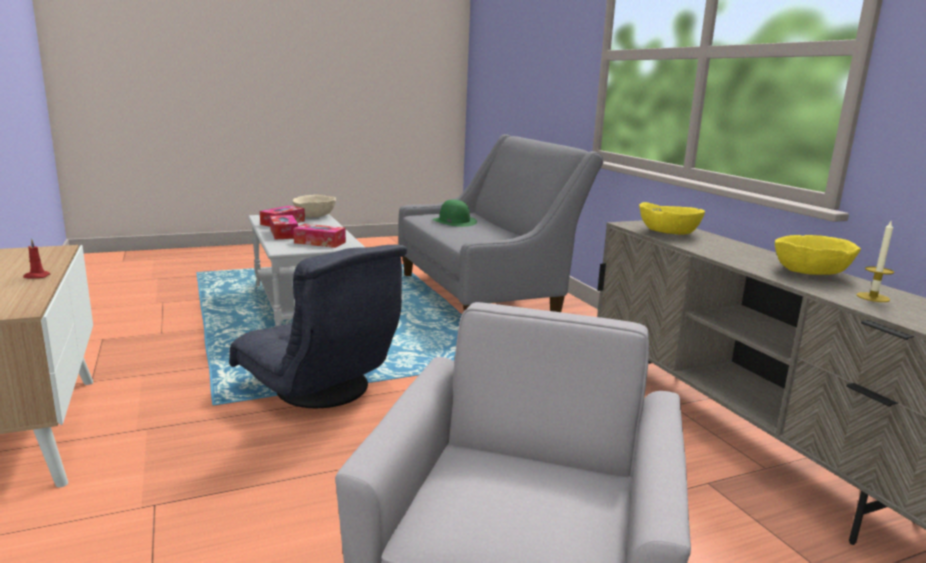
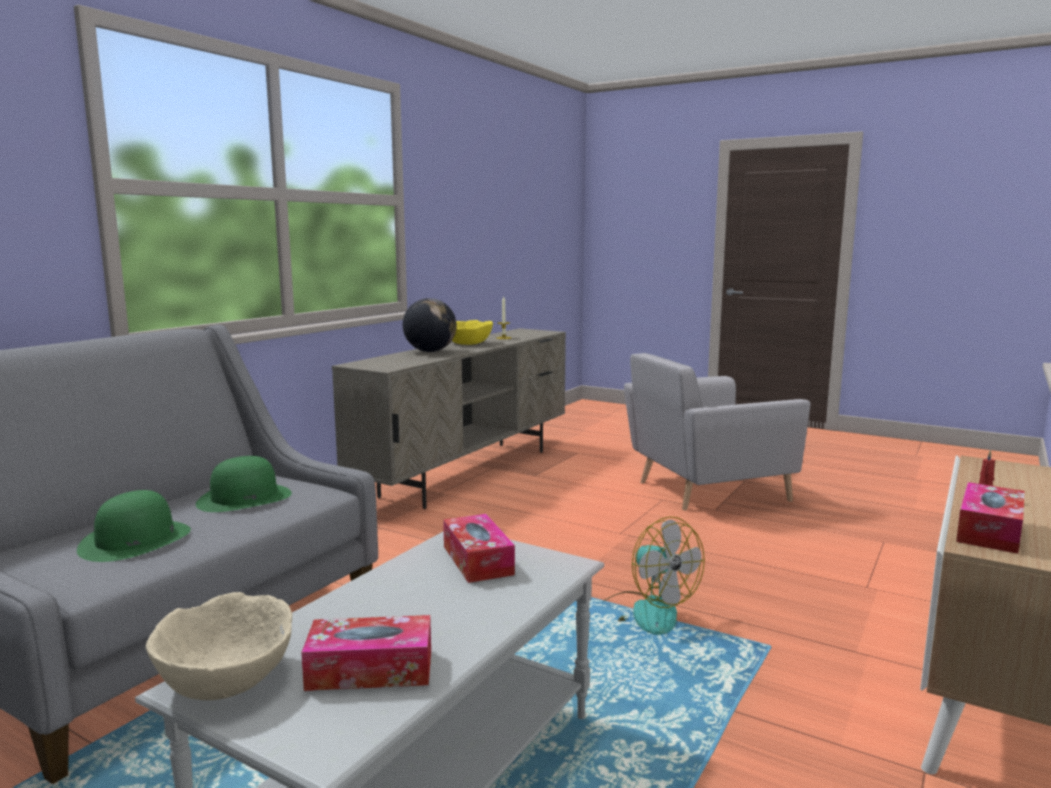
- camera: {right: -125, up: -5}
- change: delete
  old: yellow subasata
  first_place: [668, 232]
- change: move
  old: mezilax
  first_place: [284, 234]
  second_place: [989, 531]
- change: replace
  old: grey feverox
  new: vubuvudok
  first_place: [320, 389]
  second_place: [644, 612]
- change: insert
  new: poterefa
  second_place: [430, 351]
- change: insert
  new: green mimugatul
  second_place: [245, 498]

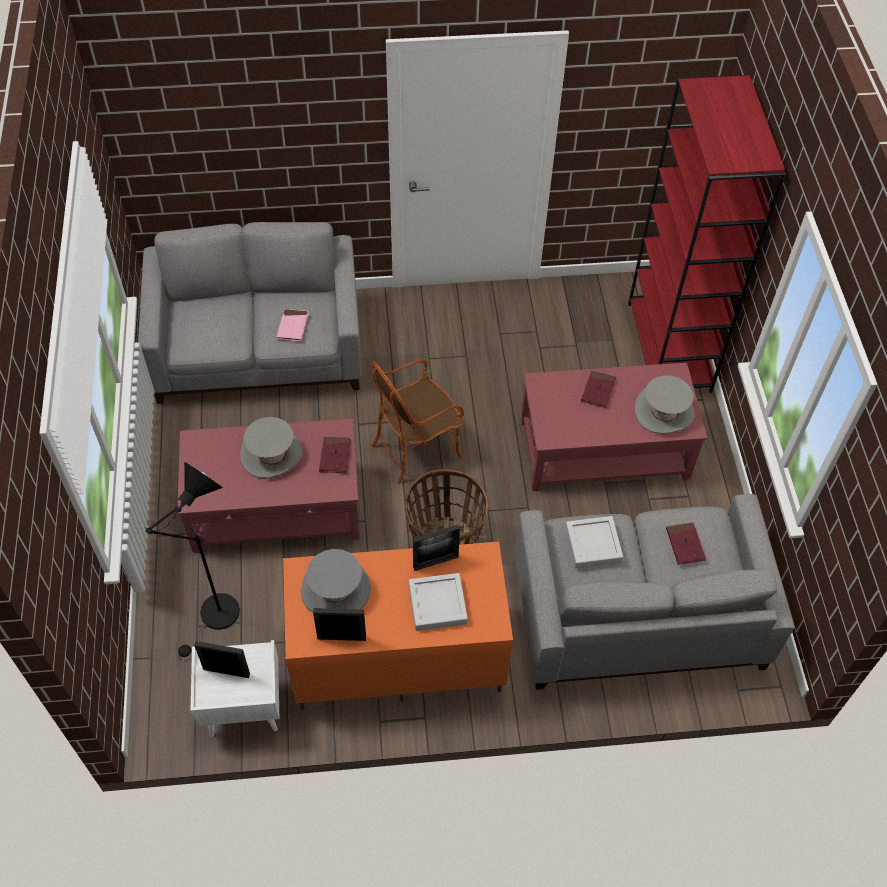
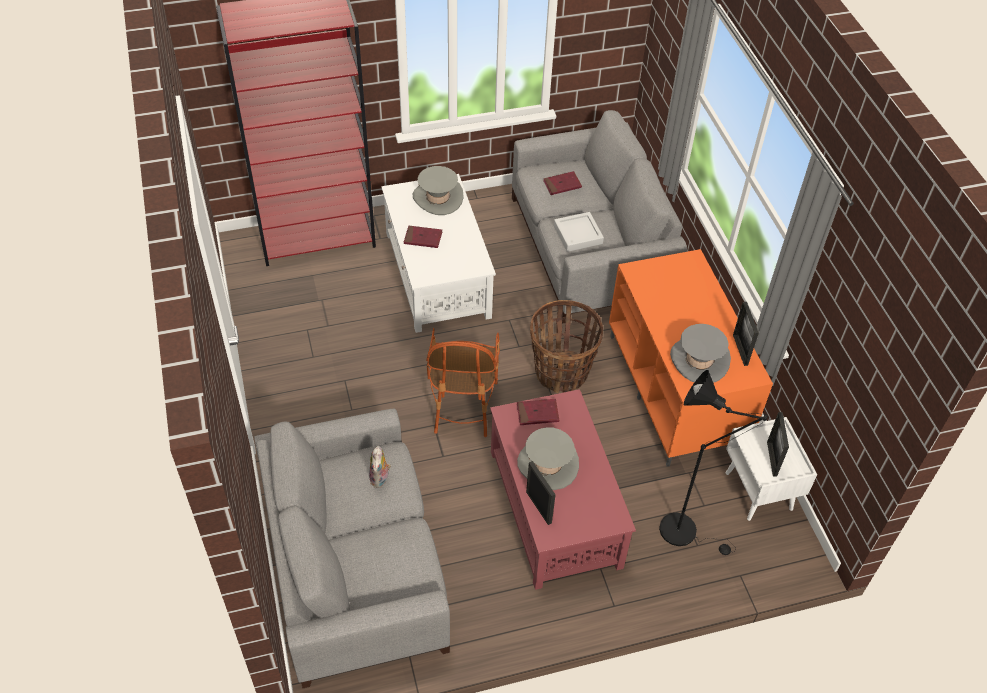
- camera: {right: -100, up: -5}
- change: replace
  old: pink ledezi
  new: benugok
  first_place: [293, 326]
  second_place: [380, 479]
- change: rotate
  old: feverox
  first_place: [416, 448]
  second_place: [462, 405]
  degrees: 45
- change: recolor
  old: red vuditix
  new: white vuditix
  first_place: [603, 448]
  second_place: [437, 275]
- change: move
  old: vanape
  first_place: [435, 562]
  second_place: [538, 507]
- change: delete
  old: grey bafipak
  first_place: [437, 604]

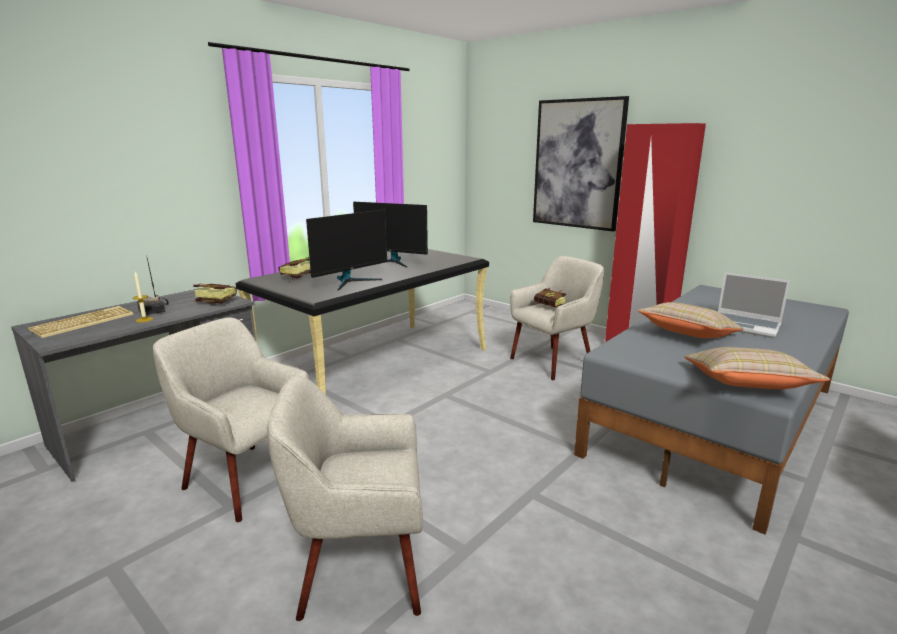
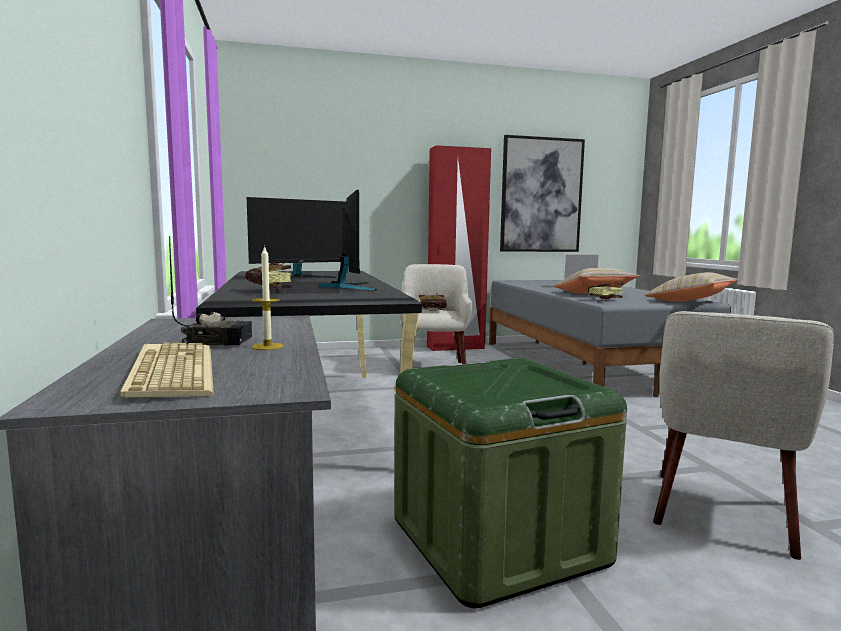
- camera: {right: -55, up: -10}
- change: move
  old: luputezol
  first_place: [577, 164]
  second_place: [541, 195]
- change: move
  old: ledezi
  first_place: [213, 302]
  second_place: [603, 300]
- change: replace
  old: beige feverox
  new: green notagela
  first_place: [246, 478]
  second_place: [498, 540]

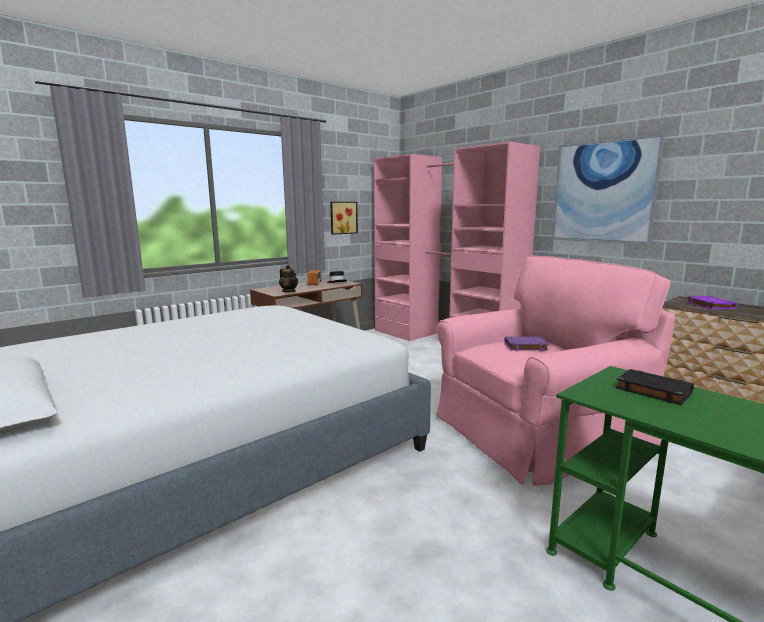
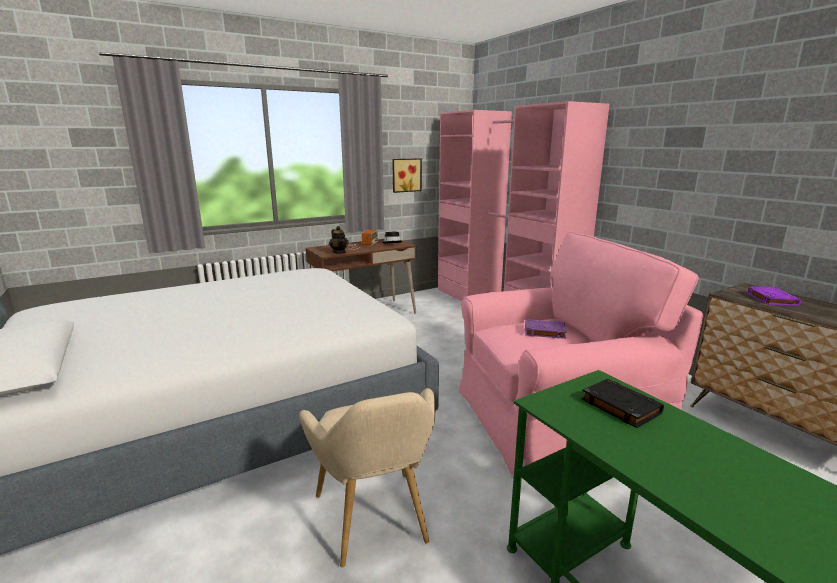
- camera: {right: 10, up: 5}
- change: delete
  old: luputezol
  first_place: [603, 192]
- change: insert
  new: beige feverox
  second_place: [375, 524]

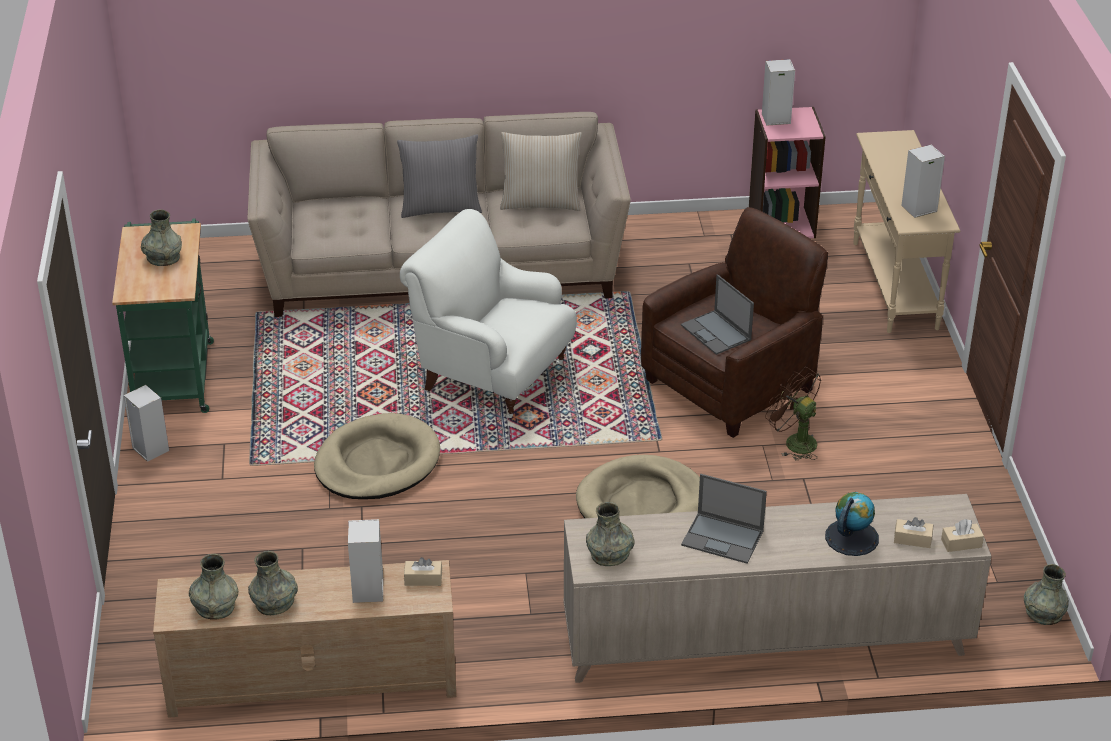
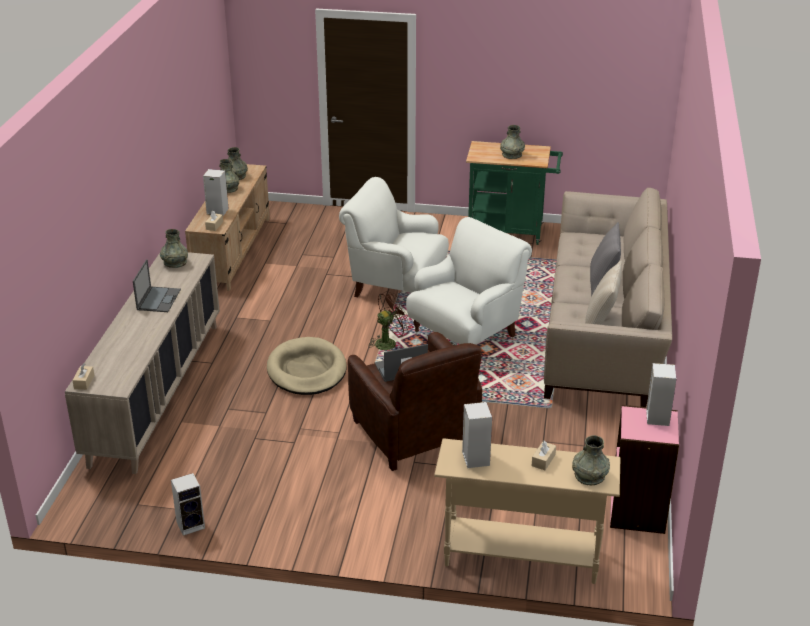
- camera: {right: 105, up: -5}
- change: move
  old: brown vubuvudok
  first_place: [794, 442]
  second_place: [389, 342]
- change: move
  old: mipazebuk
  first_place: [149, 449]
  second_place: [191, 524]
- change: replace
  old: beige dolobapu
  new: white feverox
  first_place: [377, 462]
  second_place: [395, 285]
- change: rotate
  old: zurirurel
  first_place: [723, 538]
  second_place: [158, 299]
  degrees: 150
- change: delete
  old: poterefa
  first_place: [851, 537]
- change: move
  old: beige mezilax
  first_place: [912, 539]
  second_place: [543, 460]
- change: move
  old: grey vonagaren
  first_place: [1043, 613]
  second_place: [589, 475]

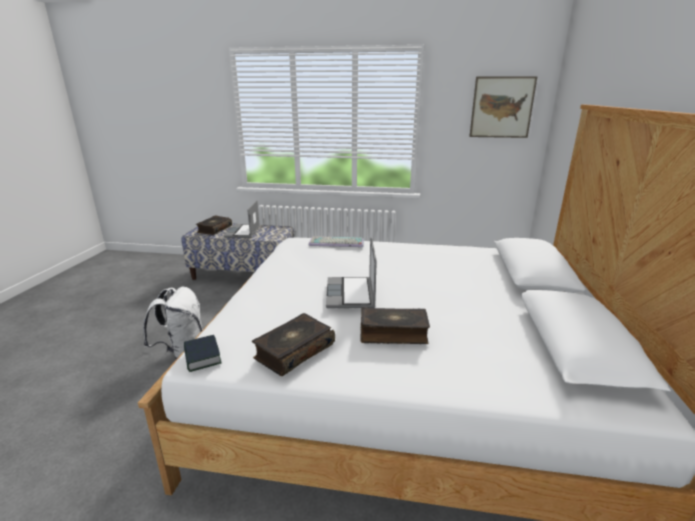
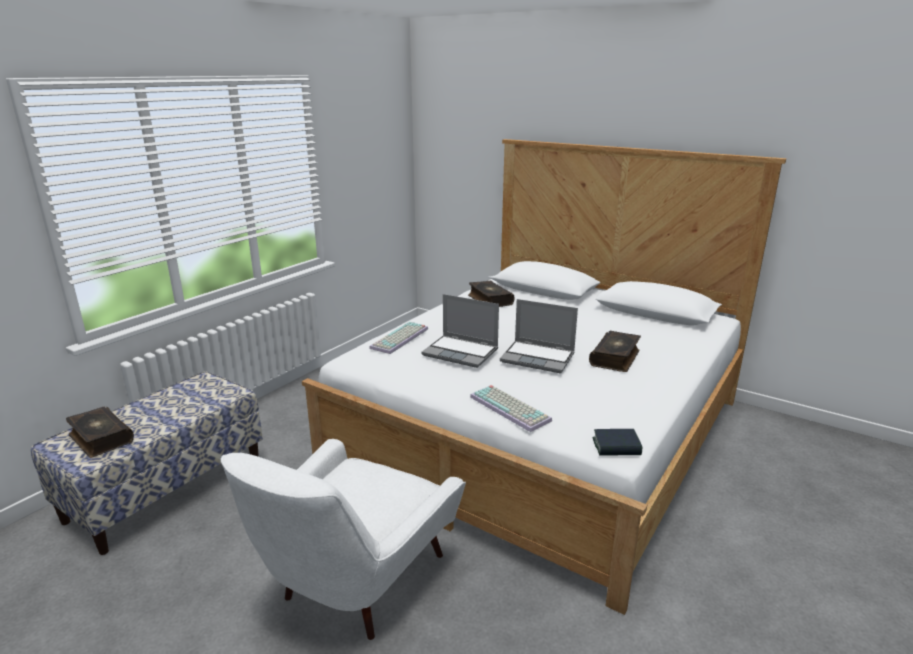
- camera: {right: -65, up: 0}
- change: delete
  old: luputezol
  first_place: [502, 107]
- change: move
  old: zurirurel
  first_place: [243, 232]
  second_place: [461, 352]
- change: replace
  old: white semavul
  new: white feverox
  first_place: [181, 350]
  second_place: [354, 585]
- change: move
  old: ledezi
  first_place: [294, 351]
  second_place: [489, 300]
- change: insert
  new: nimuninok
  second_place: [511, 408]

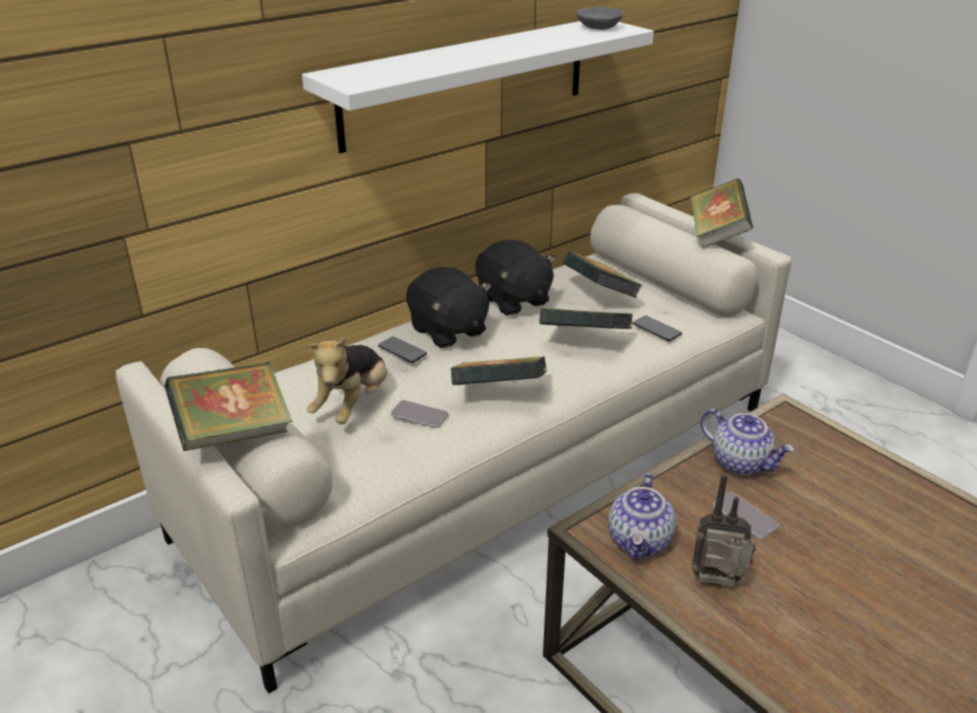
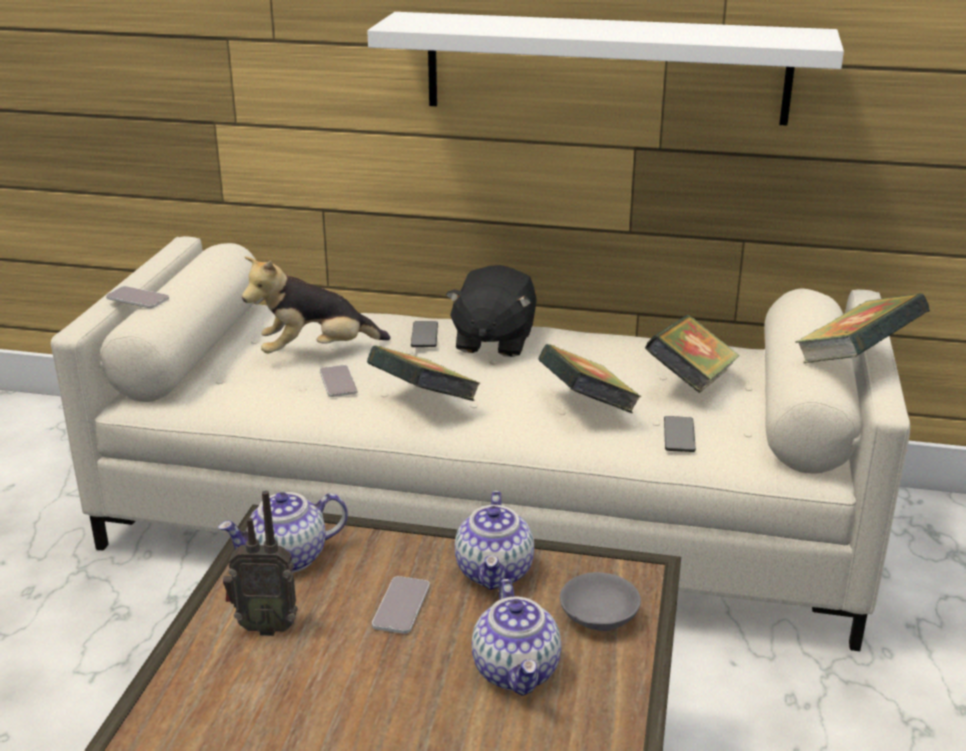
- camera: {right: 50, up: -5}
- change: move
  old: grey subasata
  first_place: [598, 27]
  second_place: [601, 616]
- change: delete
  old: black benugok
  first_place: [513, 300]
- change: replace
  old: ledezi
  new: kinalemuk
  first_place: [234, 433]
  second_place: [137, 298]
- change: rotate
  old: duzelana
  first_place: [718, 586]
  second_place: [265, 626]
  degrees: 120
- change: insert
  new: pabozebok
  second_place: [517, 671]

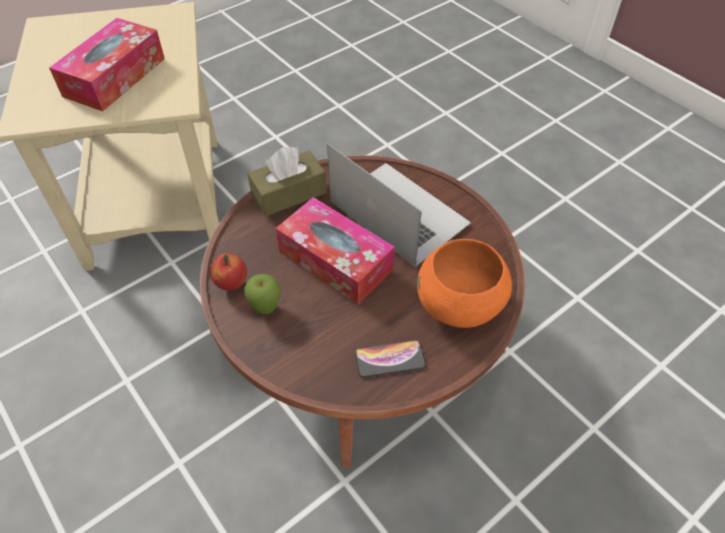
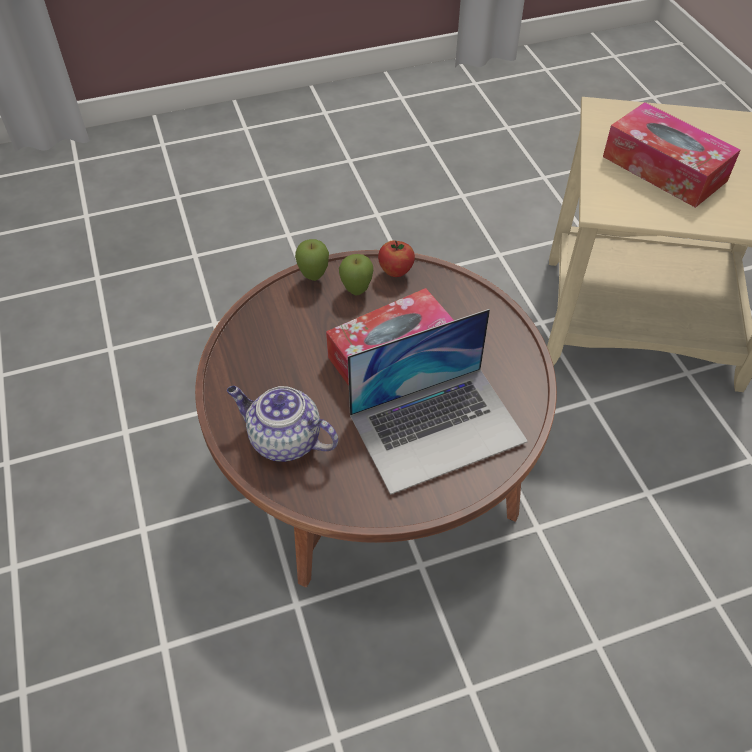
- camera: {right: 110, up: 0}
- change: delete
  old: brown mezilax
  first_place: [289, 193]
- change: replace
  old: orange subasata
  new: pabozebok
  first_place: [460, 305]
  second_place: [283, 440]
- change: delete
  old: kinalemuk
  first_place: [389, 359]
- change: insert
  new: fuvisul
  second_place: [313, 277]

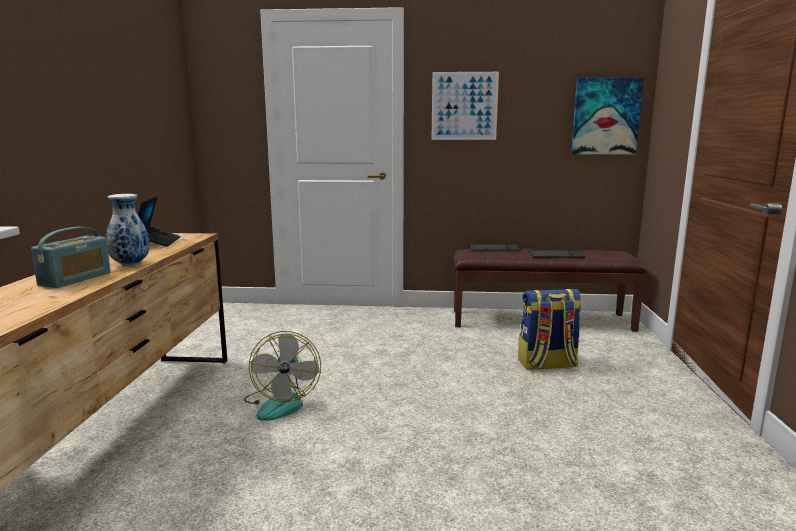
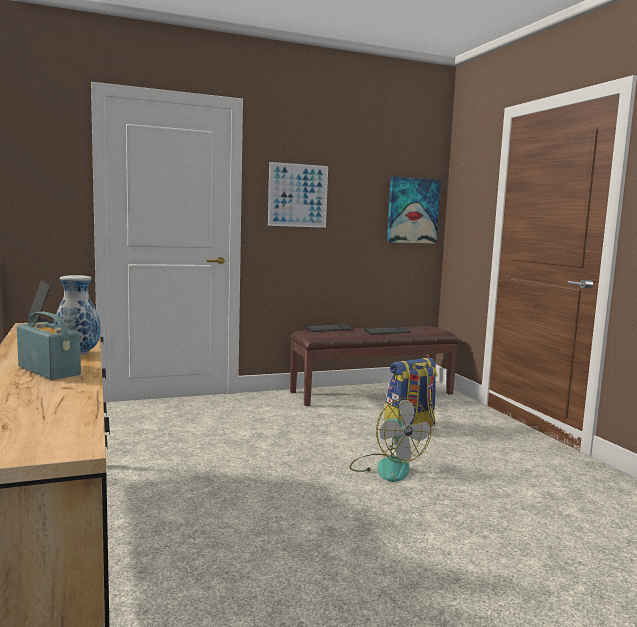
- camera: {right: -25, up: -5}
- change: rotate
  old: duzelana
  first_place: [75, 279]
  second_place: [49, 370]
  degrees: -45
- change: move
  old: vubuvudok
  first_place: [281, 403]
  second_place: [386, 467]

